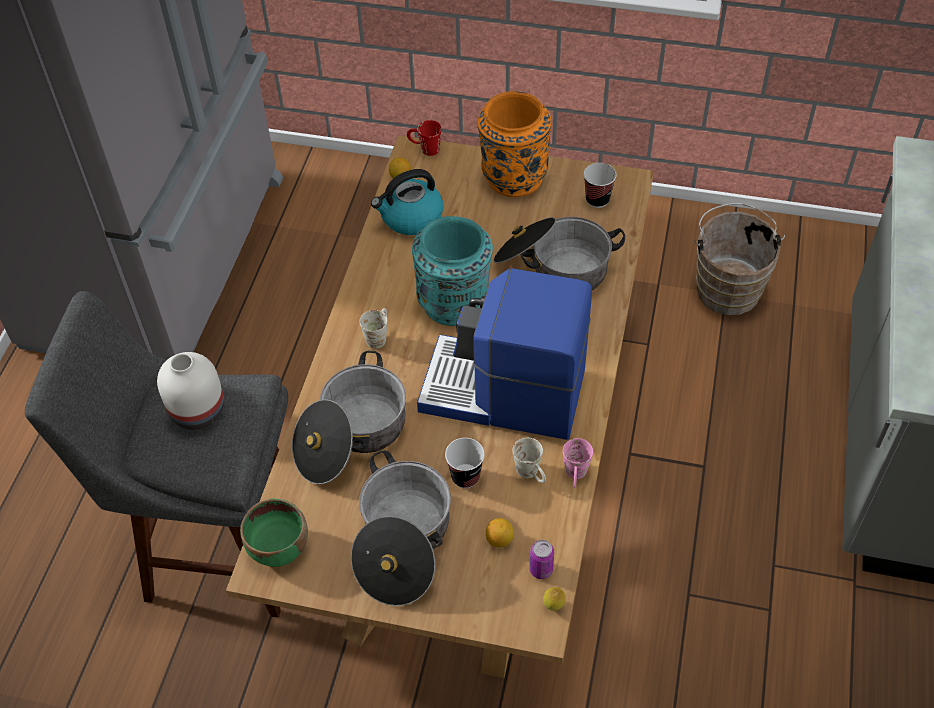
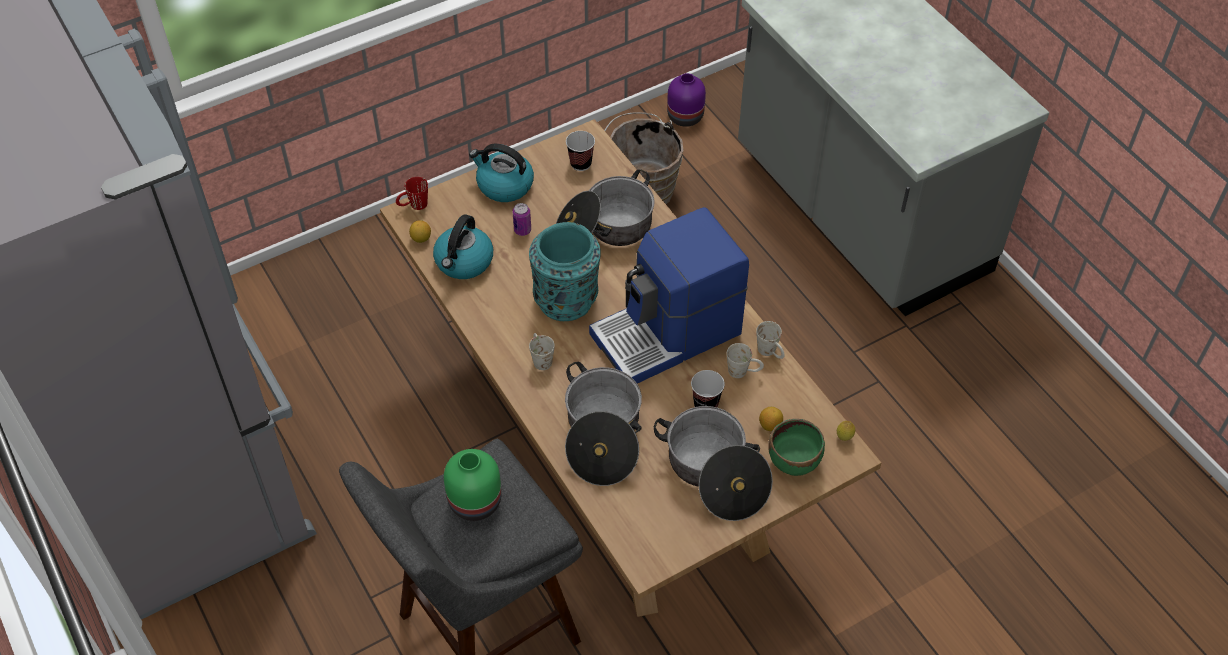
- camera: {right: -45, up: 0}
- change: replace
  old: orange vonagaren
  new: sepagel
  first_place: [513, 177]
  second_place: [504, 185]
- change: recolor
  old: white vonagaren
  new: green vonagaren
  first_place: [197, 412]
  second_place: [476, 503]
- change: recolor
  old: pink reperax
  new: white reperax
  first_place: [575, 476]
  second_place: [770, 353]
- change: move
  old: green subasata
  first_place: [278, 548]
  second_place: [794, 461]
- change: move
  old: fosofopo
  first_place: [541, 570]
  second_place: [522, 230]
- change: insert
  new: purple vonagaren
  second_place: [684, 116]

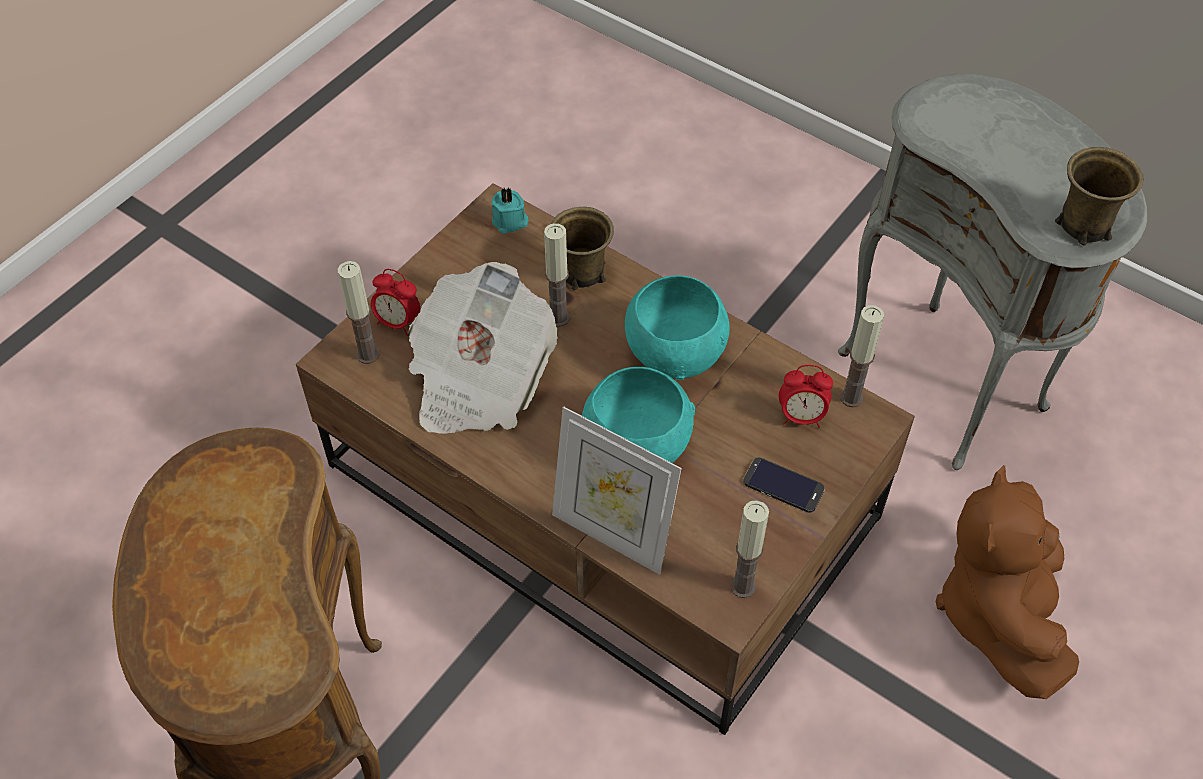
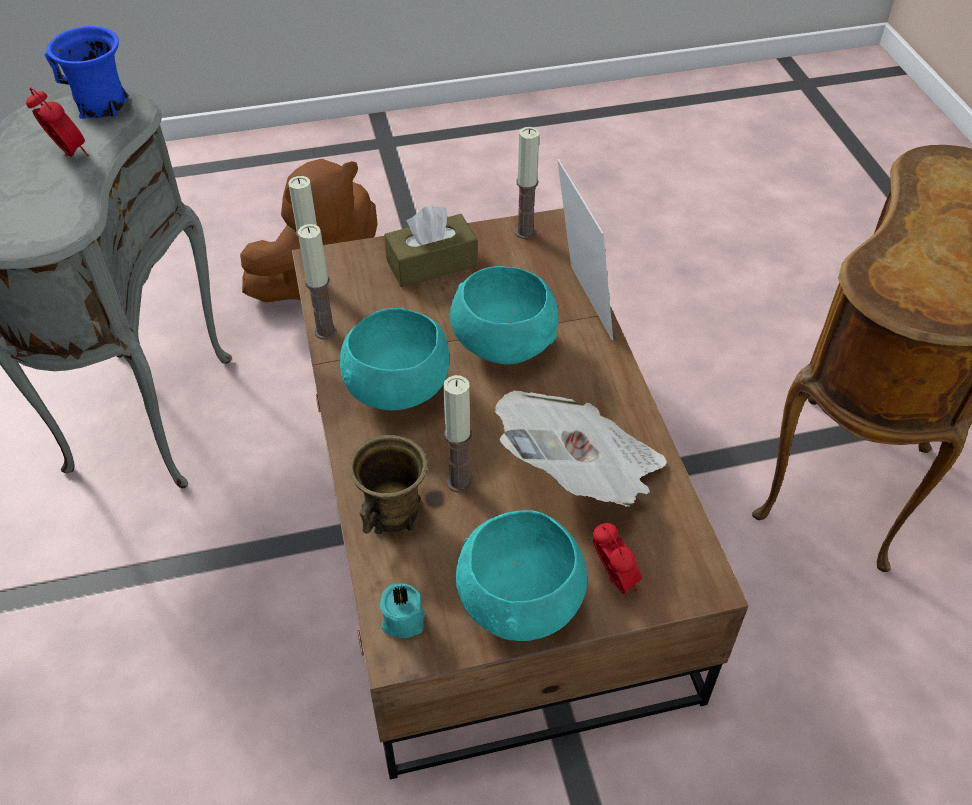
- camera: {right: -140, up: -5}
- change: recolor
  old: brown reperax
  new: blue reperax
  first_place: [1083, 224]
  second_place: [101, 106]
- change: move
  old: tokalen
  first_place: [368, 354]
  second_place: [325, 331]
- change: move
  old: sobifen
  first_place: [801, 417]
  second_place: [68, 154]
- change: replace
  old: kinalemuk
  new: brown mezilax
  first_place: [783, 485]
  second_place: [432, 264]
- change: insert
  new: turquoise subasata
  second_place: [520, 603]

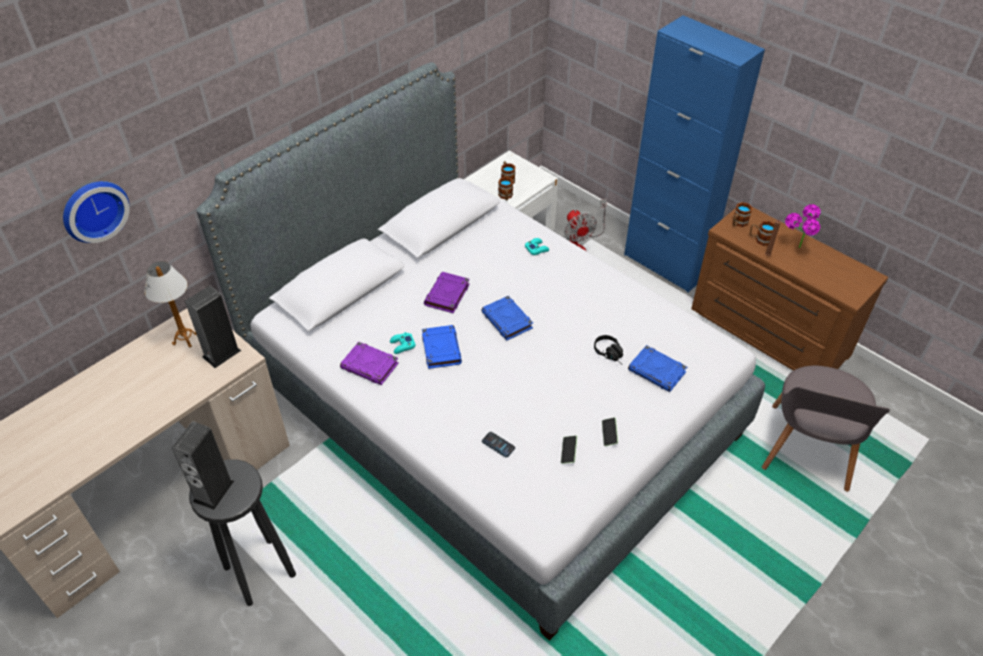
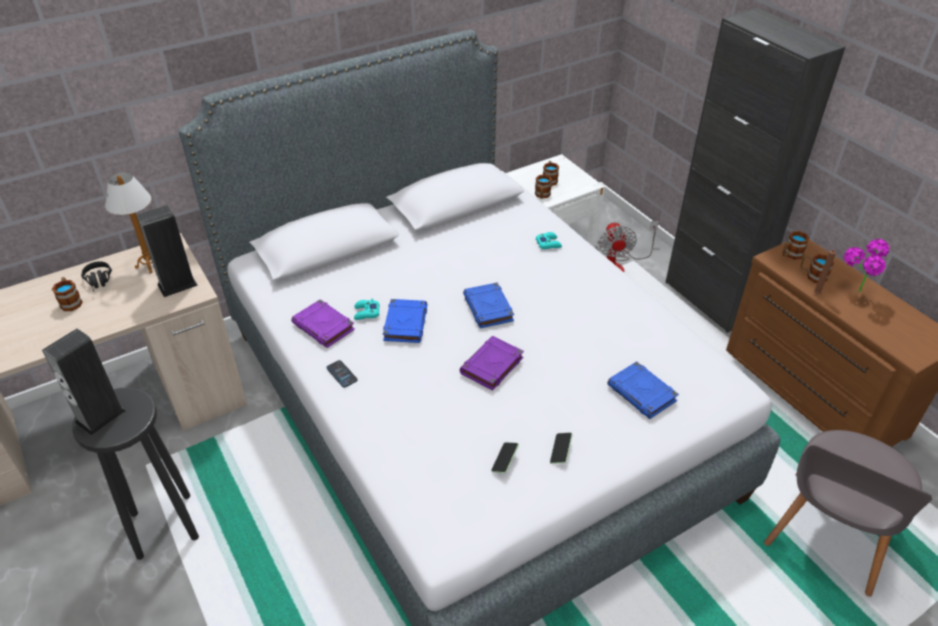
- camera: {right: 15, up: -5}
- change: recolor
  old: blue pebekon
  new: black pebekon
  first_place: [665, 264]
  second_place: [709, 299]
- change: delete
  old: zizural
  first_place: [93, 209]
- change: move
  old: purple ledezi
  first_place: [447, 295]
  second_place: [491, 366]
- change: move
  old: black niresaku
  first_place: [611, 354]
  second_place: [99, 282]
- change: move
  old: kinalemuk
  first_place: [498, 445]
  second_place: [342, 374]
- change: insert
  new: reperax
  second_place: [71, 301]

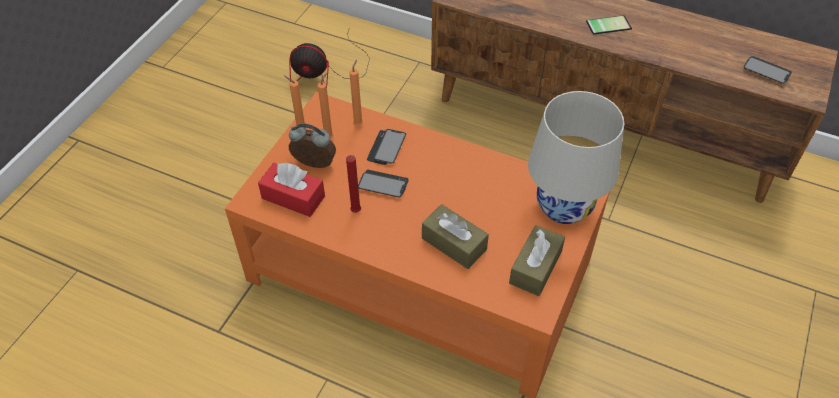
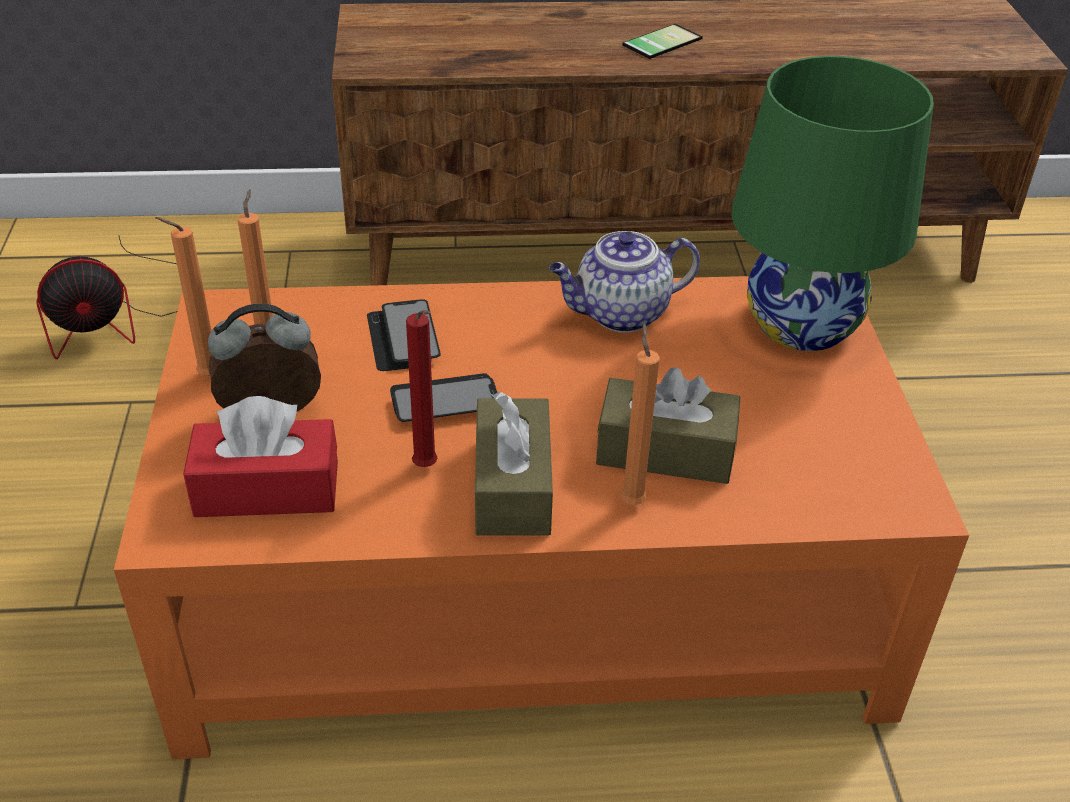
- camera: {right: -30, up: -10}
- change: delete
  old: kinalemuk
  first_place: [766, 71]
- change: move
  old: orange tokalen
  first_place: [359, 125]
  second_place: [632, 500]
- change: recolor
  old: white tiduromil
  new: green tiduromil
  first_place: [564, 207]
  second_place: [802, 324]
- change: move
  old: brown mezilax
  first_place: [535, 267]
  second_place: [512, 486]
- change: insert
  new: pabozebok
  second_place: [620, 314]

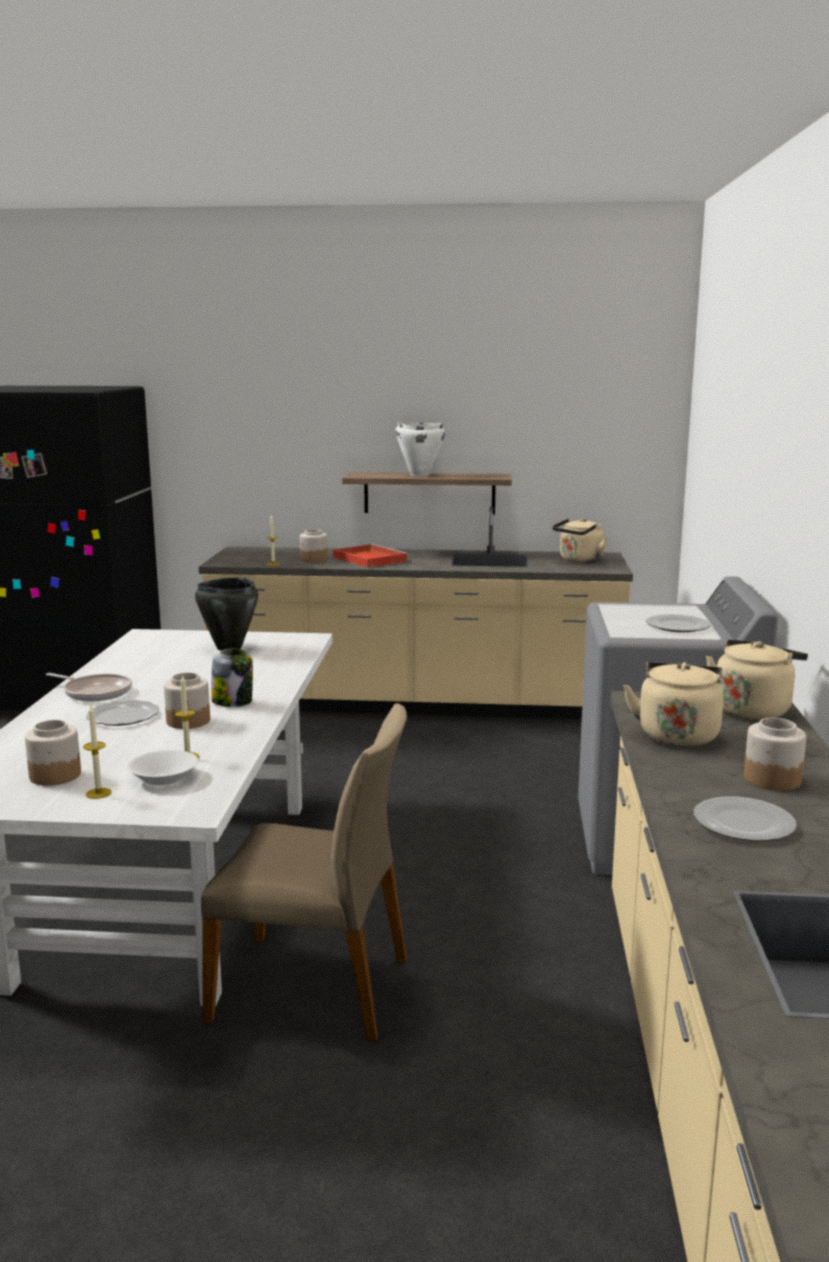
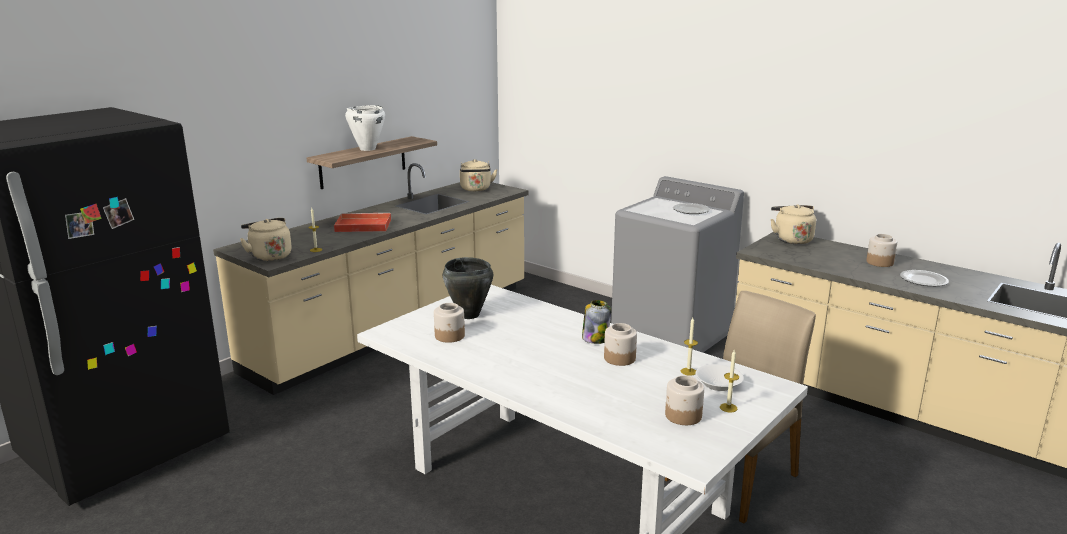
- camera: {right: -55, up: 5}
- change: move
  old: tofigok
  first_place: [313, 559]
  second_place: [450, 336]
- change: move
  old: beige sepagel
  first_place: [677, 734]
  second_place: [269, 256]
- change: delete
  old: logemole
  first_place: [95, 692]
- change: delete
  old: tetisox
  first_place: [122, 716]

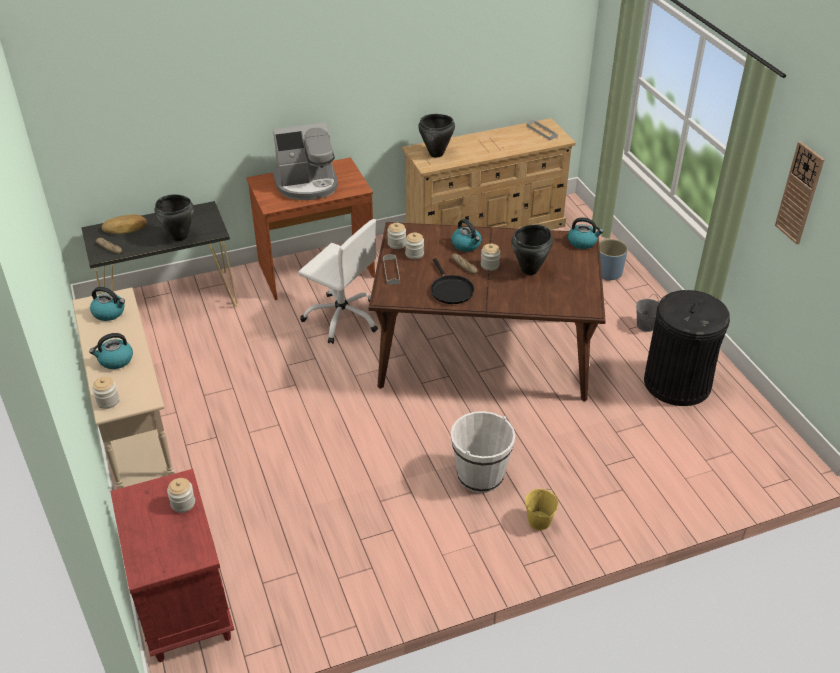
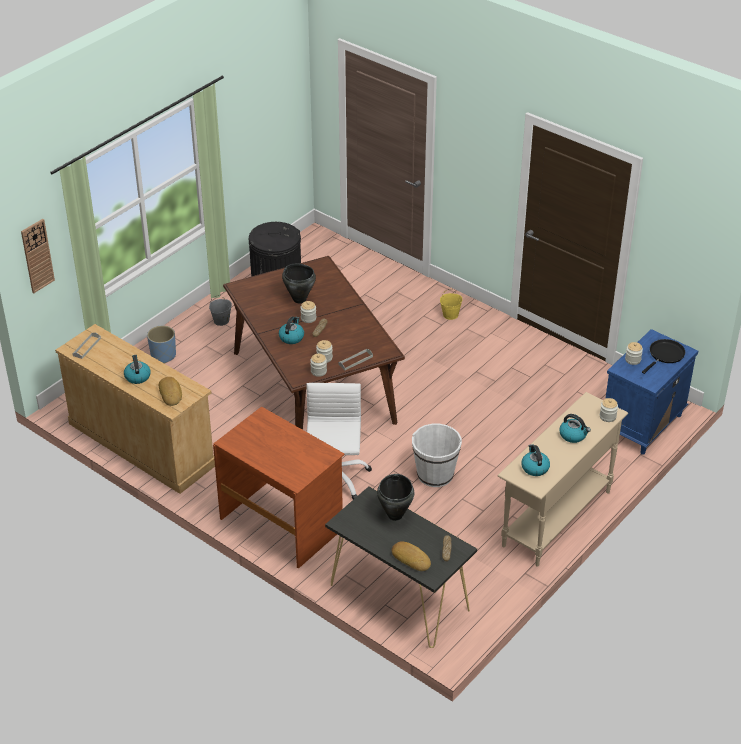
- camera: {right: -120, up: 0}
- change: replace
  old: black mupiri
  new: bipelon
  first_place: [436, 154]
  second_place: [171, 393]
- change: delete
  old: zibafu
  first_place: [307, 184]
- change: move
  old: zizural
  first_place: [799, 193]
  second_place: [37, 255]
- change: move
  old: sepagel
  first_place: [582, 242]
  second_place: [137, 376]
- change: move
  old: black logemole
  first_place: [450, 290]
  second_place: [665, 355]
- change: move
  old: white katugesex
  first_place: [480, 475]
  second_place: [435, 474]
- change: recolor
  old: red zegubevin
  new: blue zegubevin
  first_place: [183, 604]
  second_place: [642, 425]

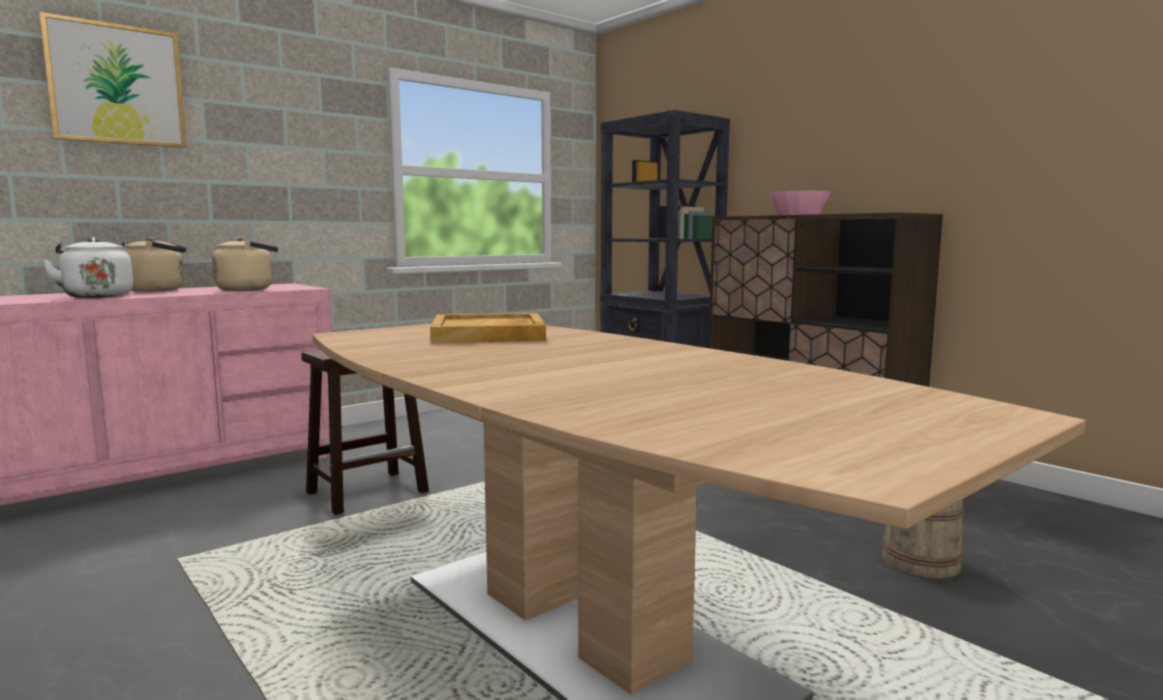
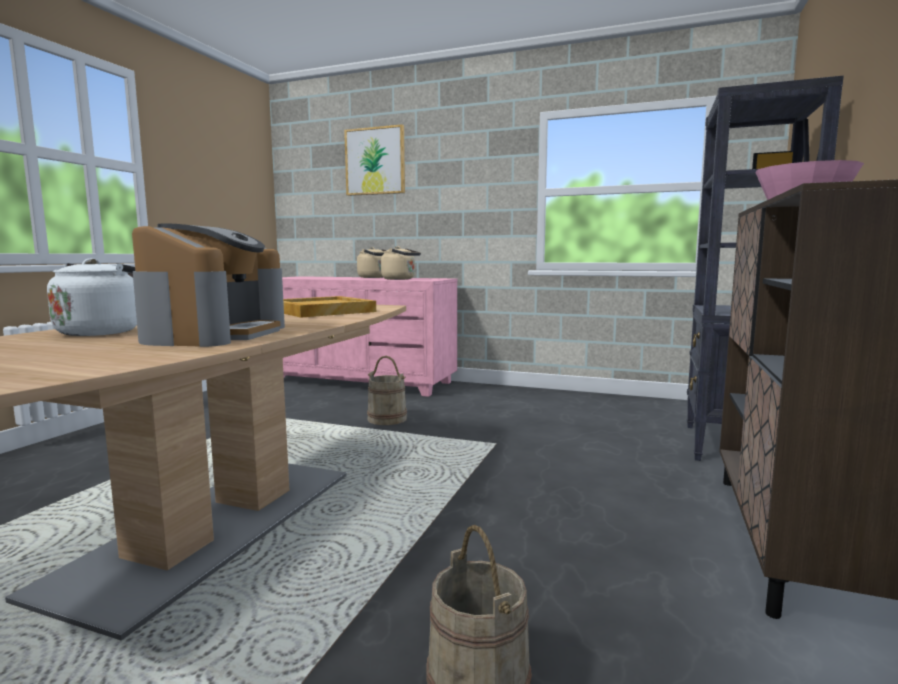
- camera: {right: 60, up: 0}
- change: move
  old: white sepagel
  first_place: [97, 296]
  second_place: [103, 332]
- change: replace
  old: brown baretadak
  new: beige katugesex
  first_place: [369, 491]
  second_place: [387, 419]
- change: insert
  new: zibafu
  second_place: [215, 334]

